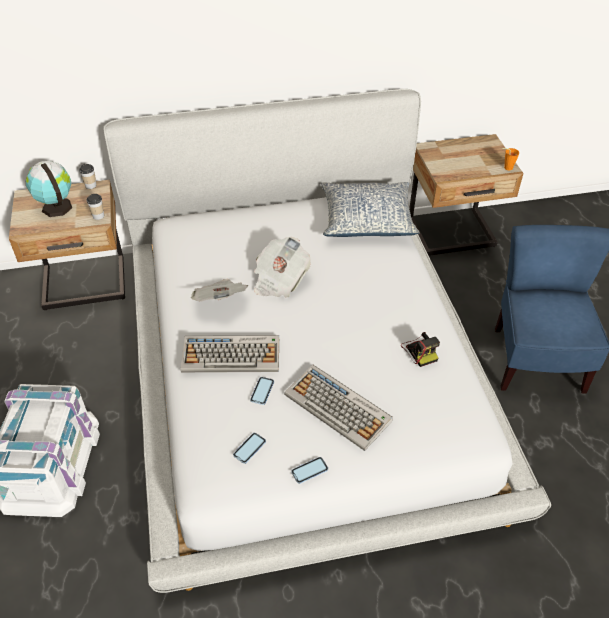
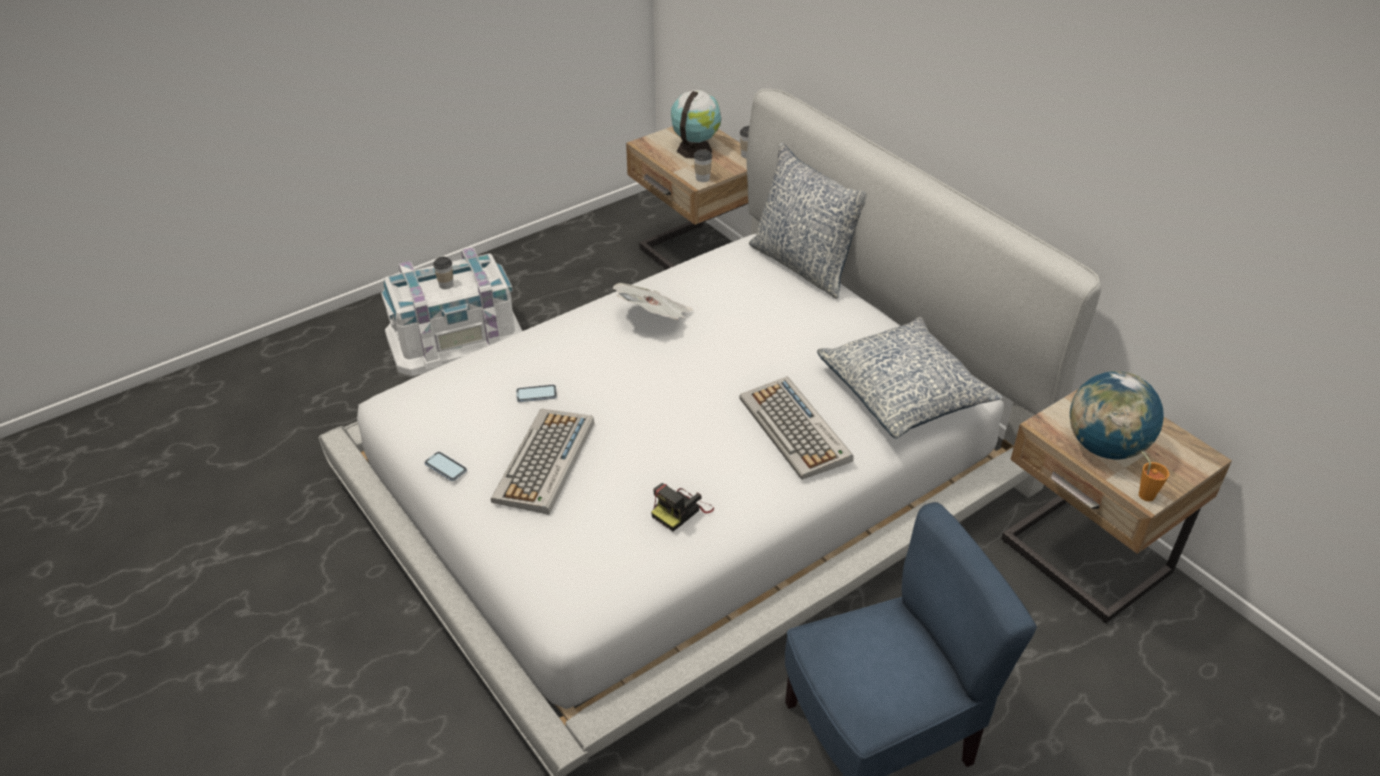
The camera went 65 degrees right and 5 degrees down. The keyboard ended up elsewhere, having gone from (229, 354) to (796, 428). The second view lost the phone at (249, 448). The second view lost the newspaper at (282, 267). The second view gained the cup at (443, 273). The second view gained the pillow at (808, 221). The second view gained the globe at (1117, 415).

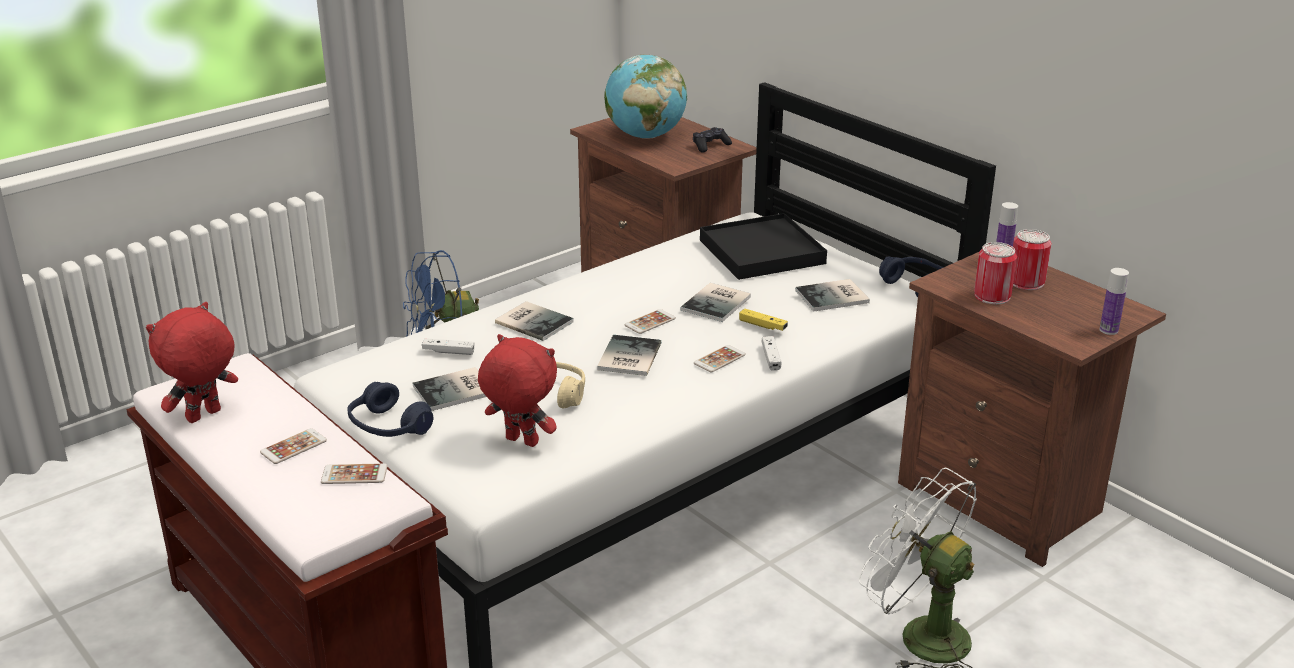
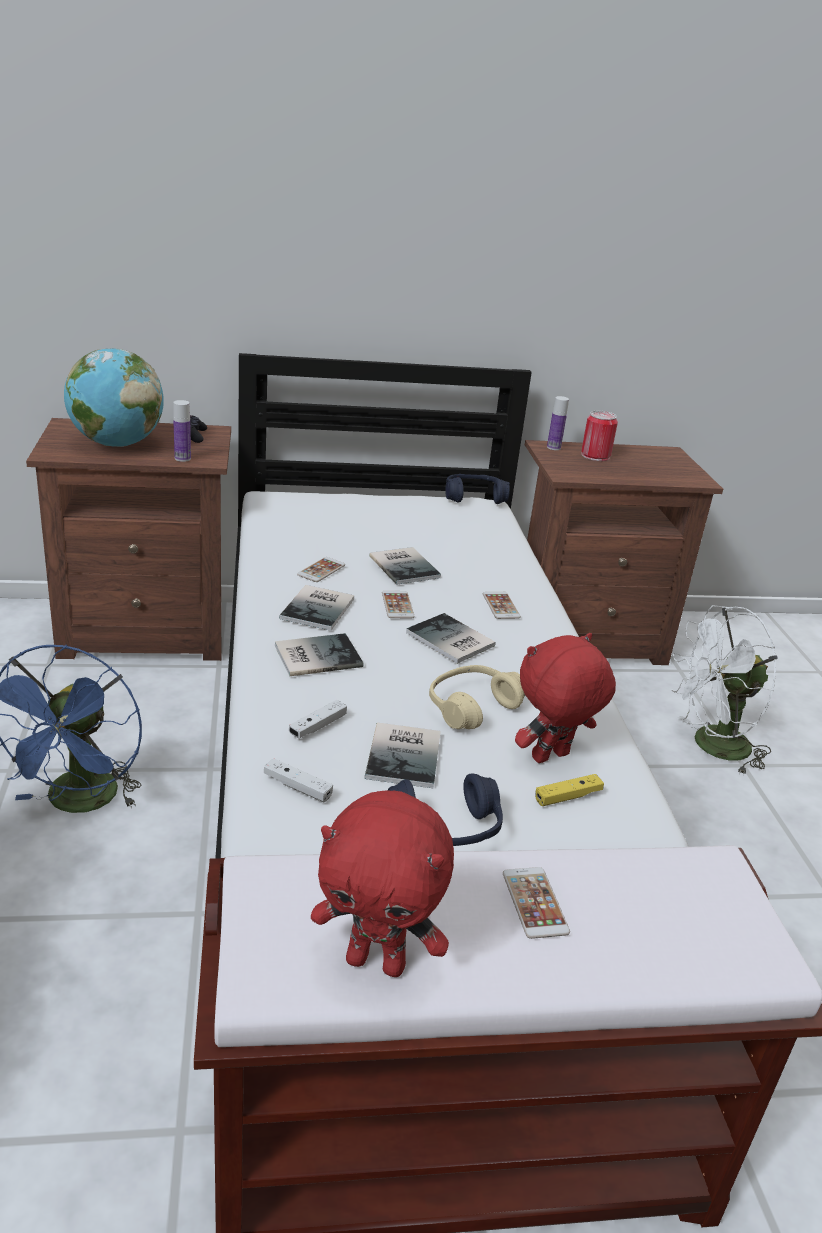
The camera went 60 degrees left and 0 degrees up. The red plush toy at (192, 362) ended up facing another way, 60 degrees counterclockwise from before. The phone ended up elsewhere, having gone from (354, 473) to (321, 569). The second view lost the black tray at (763, 246). The yellow game controller ended up elsewhere, having gone from (763, 320) to (569, 790). The white game controller ended up elsewhere, having gone from (771, 353) to (298, 780). The book ended up elsewhere, having gone from (832, 295) to (316, 608). The second view lost the can at (995, 273). The bottle ended up elsewhere, having gone from (1114, 301) to (182, 431).

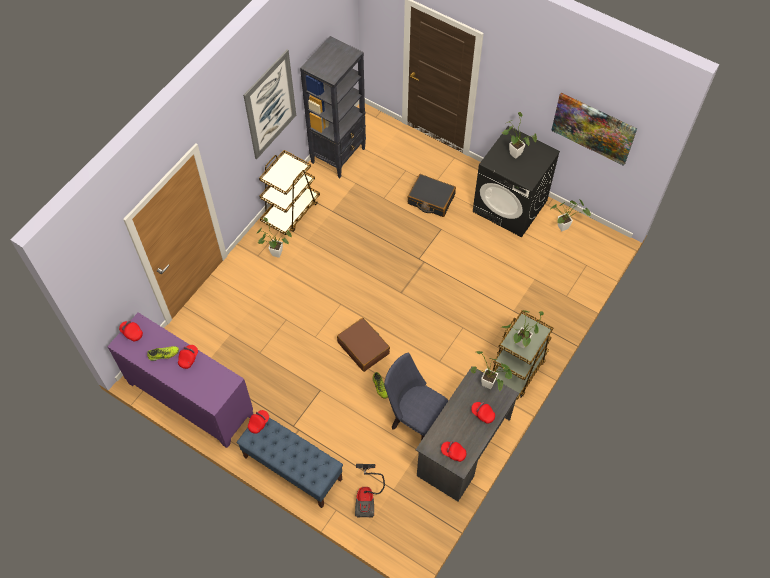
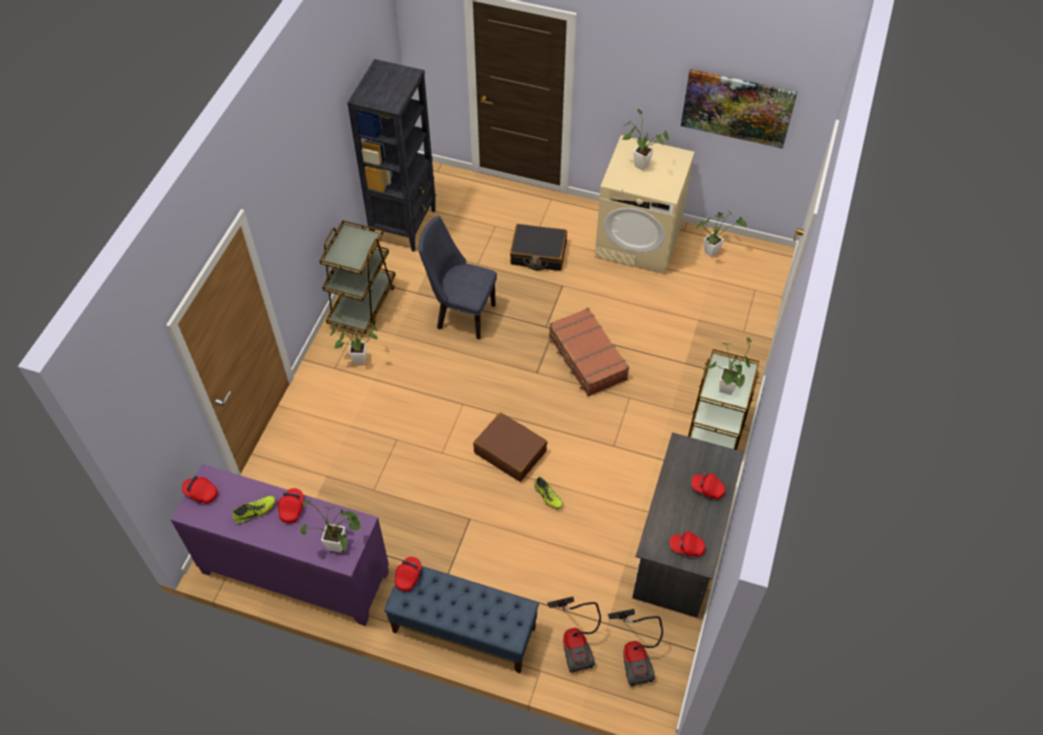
The camera went 15 degrees left and 5 degrees down. The second view lost the picture at (269, 104). The blue chair ended up elsewhere, having gone from (416, 396) to (458, 277). The potted plant ended up elsewhere, having gone from (491, 371) to (330, 526). What was the black washing machine at (516, 181) turned into the beige washing machine at (645, 204). The second view gained the brown suitcase at (589, 352). The second view gained the vacuum cleaner at (635, 647).

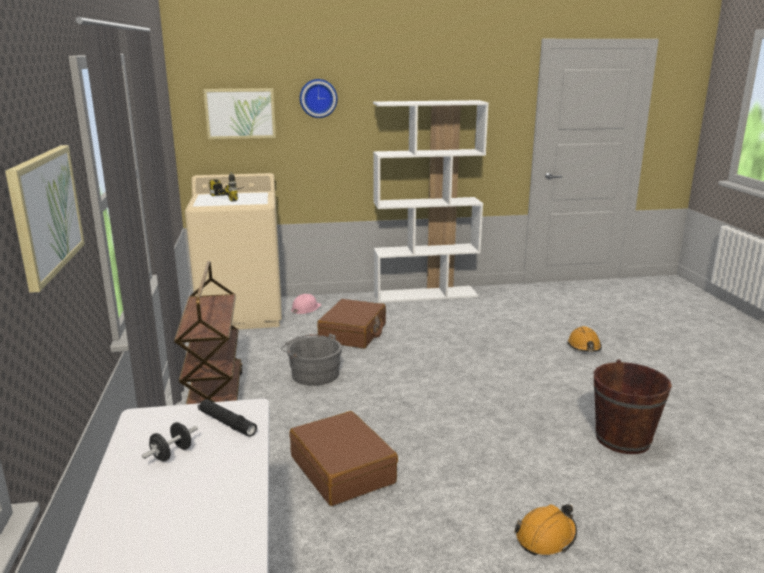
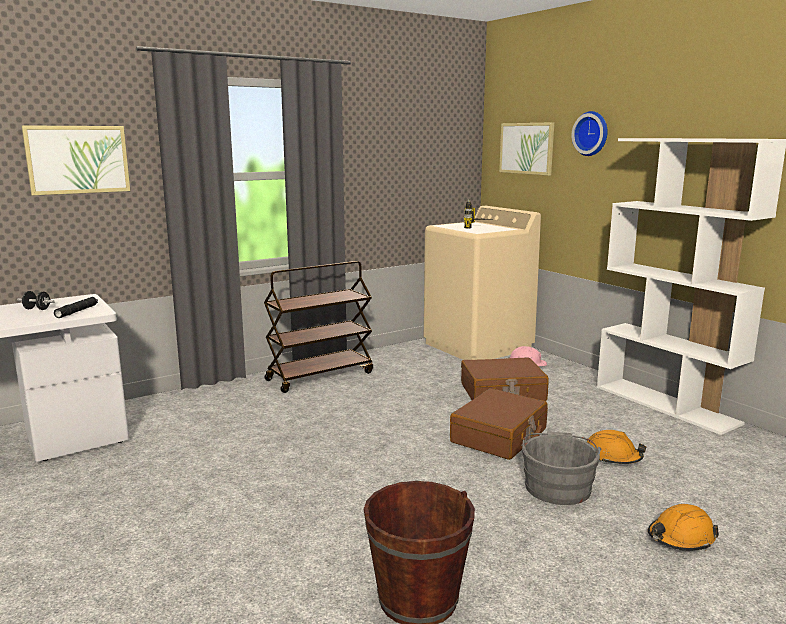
The camera went 65 degrees right and 5 degrees down. The grey bucket ended up elsewhere, having gone from (311, 360) to (561, 468). The brown suitcase ended up elsewhere, having gone from (343, 458) to (499, 424). The orange hard hat ended up elsewhere, having gone from (546, 529) to (616, 447).

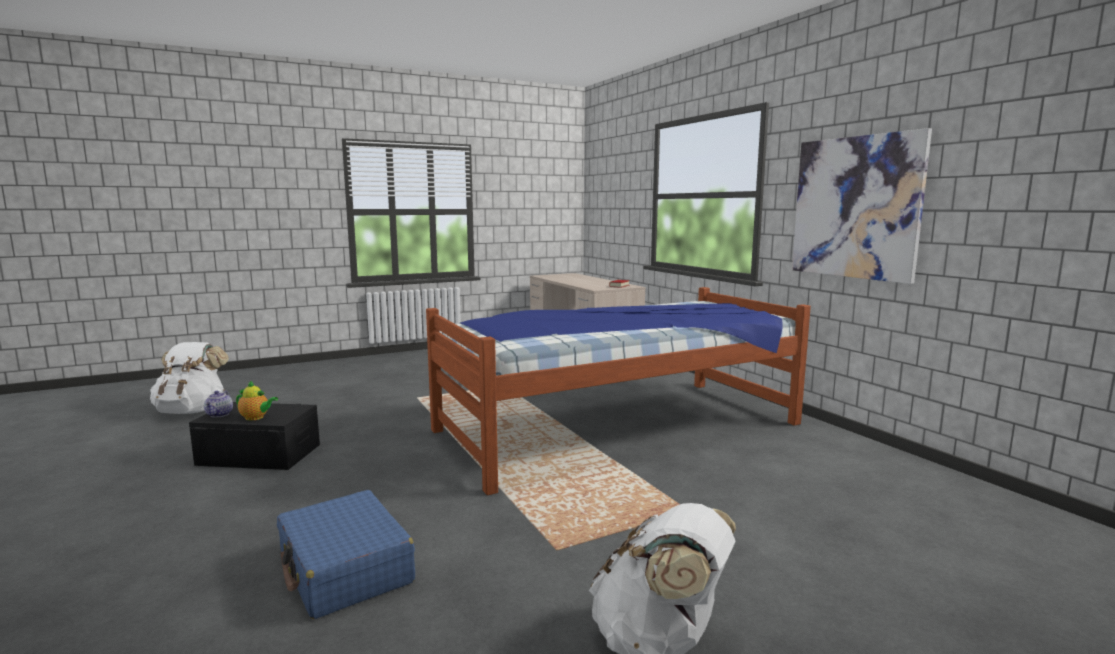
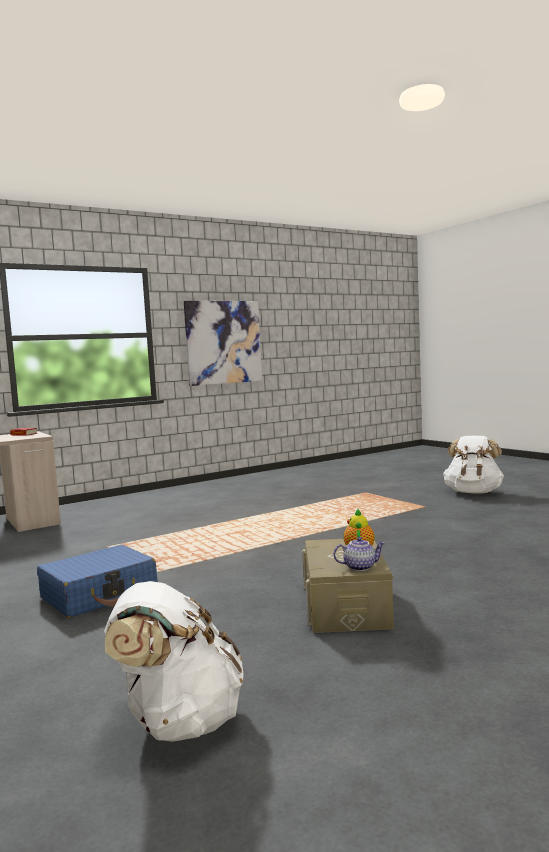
The camera went 95 degrees left and 5 degrees down. What was the black storage box at (254, 436) turned into the beige storage box at (348, 586). The blue suitcase ended up elsewhere, having gone from (346, 554) to (97, 581). The second view lost the bed at (618, 391).

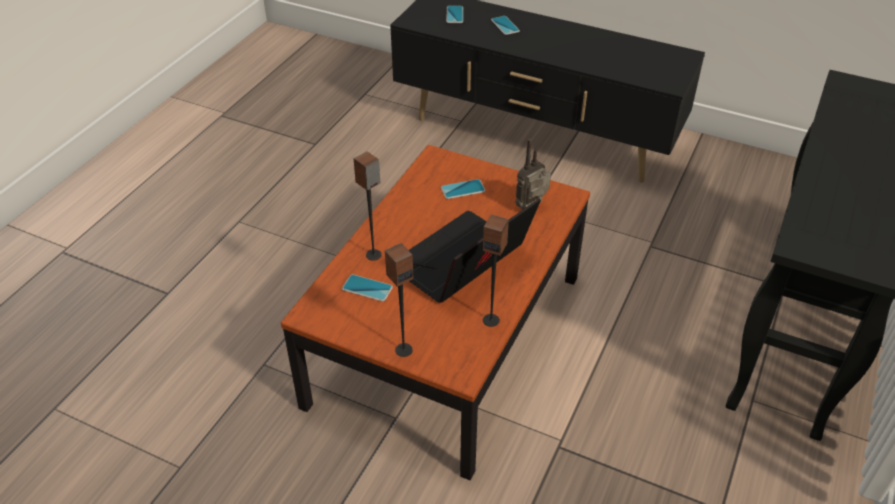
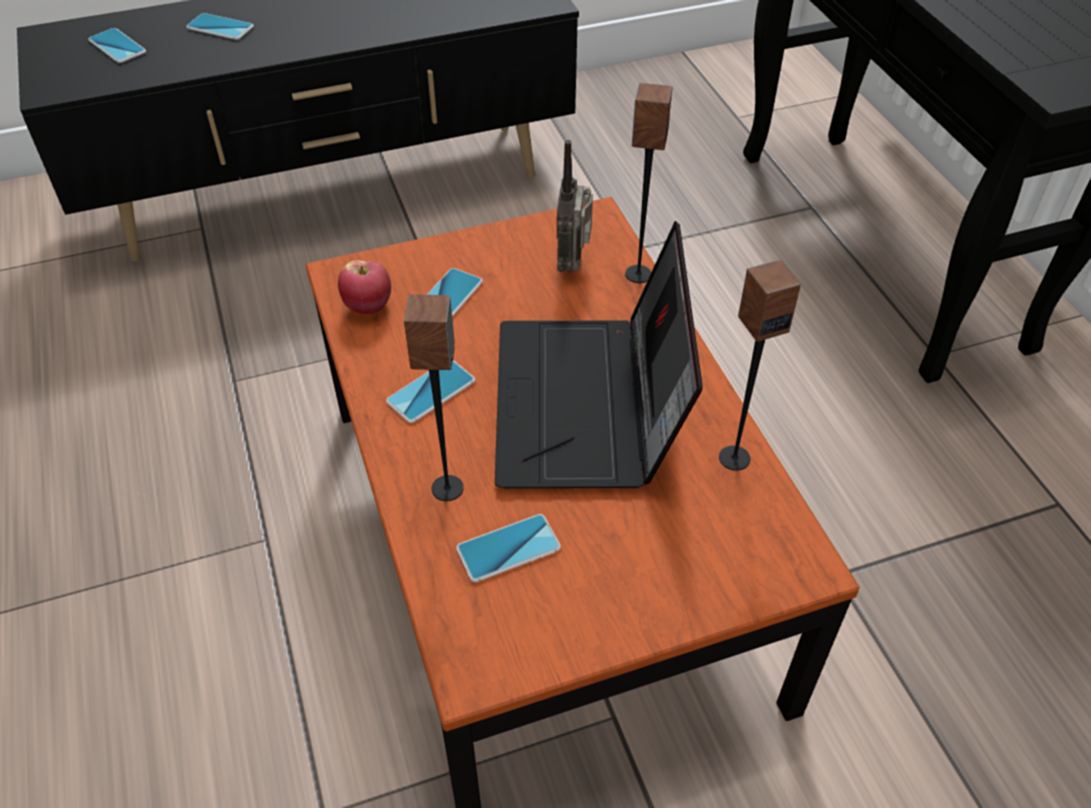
The camera went 45 degrees left and 5 degrees up. The speaker ended up elsewhere, having gone from (399, 300) to (648, 183). The second view gained the apple at (364, 287). The second view gained the phone at (430, 391).

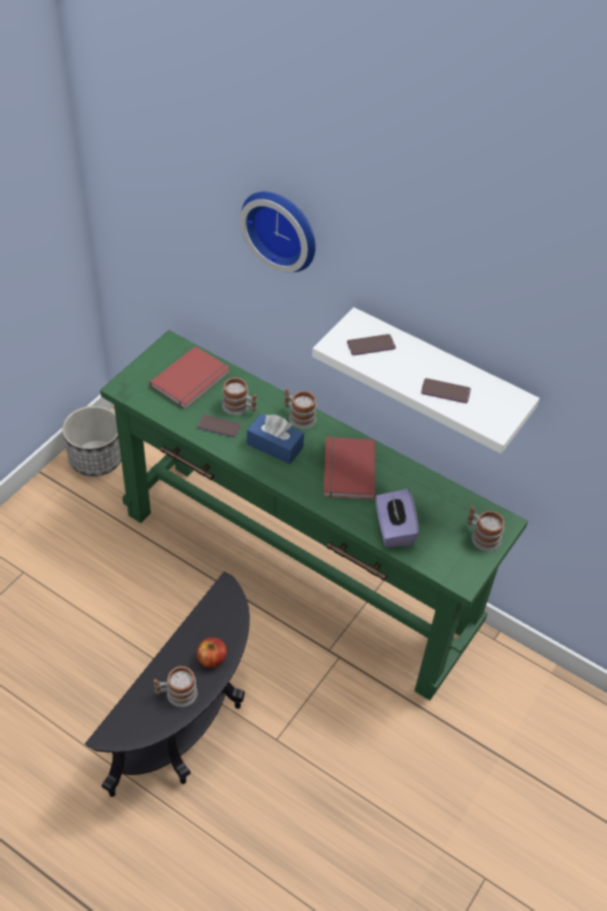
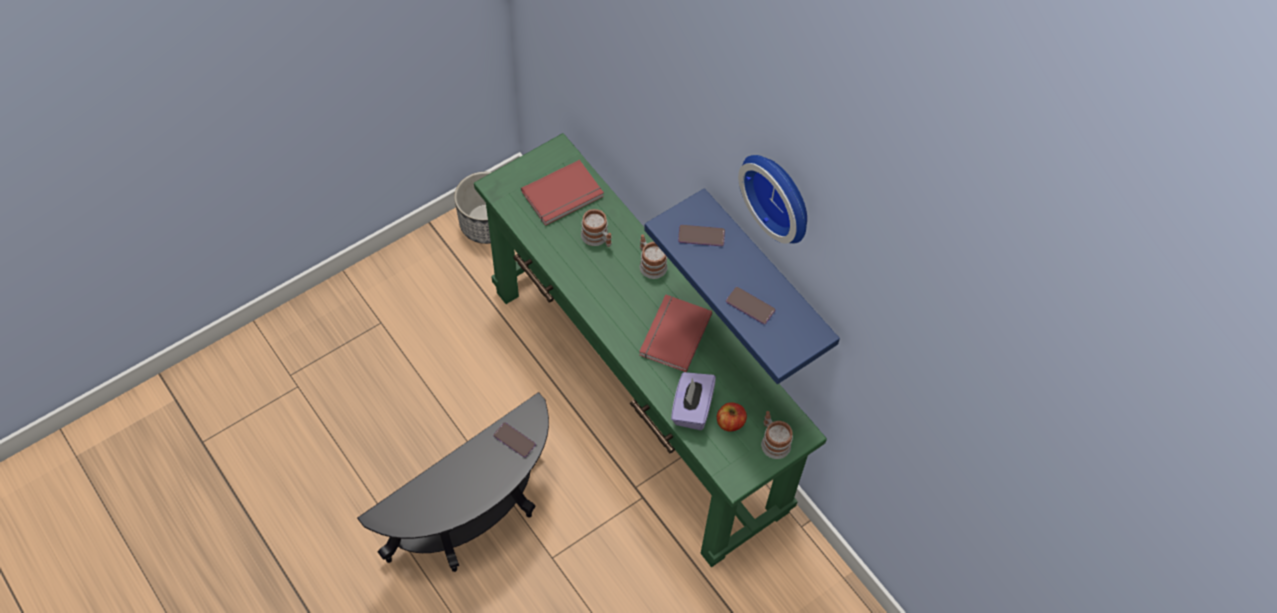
The camera went 20 degrees right and 10 degrees up. The second view lost the mug at (176, 686). The phone ended up elsewhere, having gone from (219, 426) to (514, 439). The apple ended up elsewhere, having gone from (212, 653) to (732, 417). The wall clock ended up elsewhere, having gone from (278, 232) to (772, 199). The second view lost the blue tissue box at (275, 439). What was the white shelf at (426, 380) turned into the blue shelf at (742, 286).

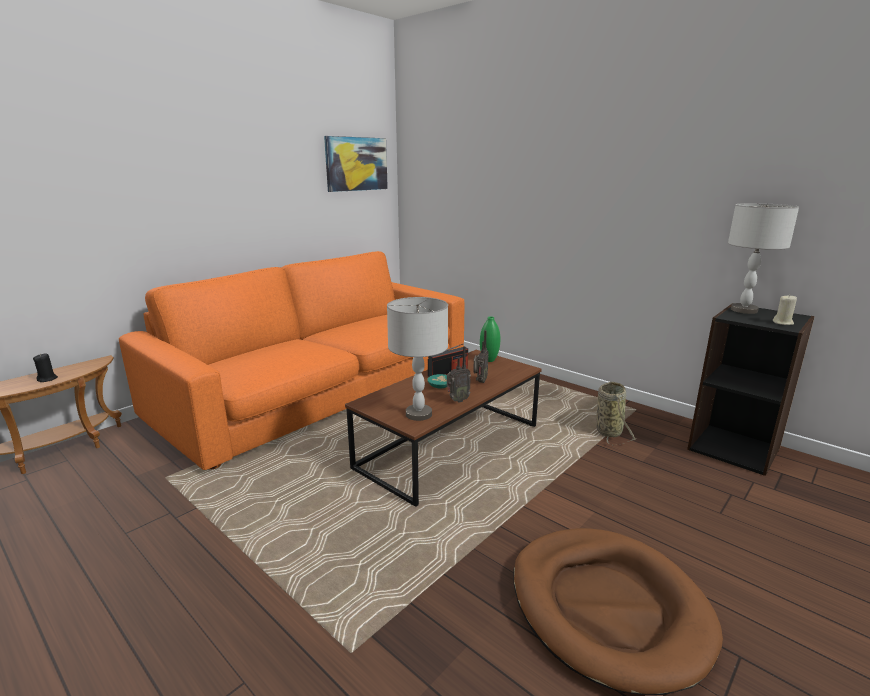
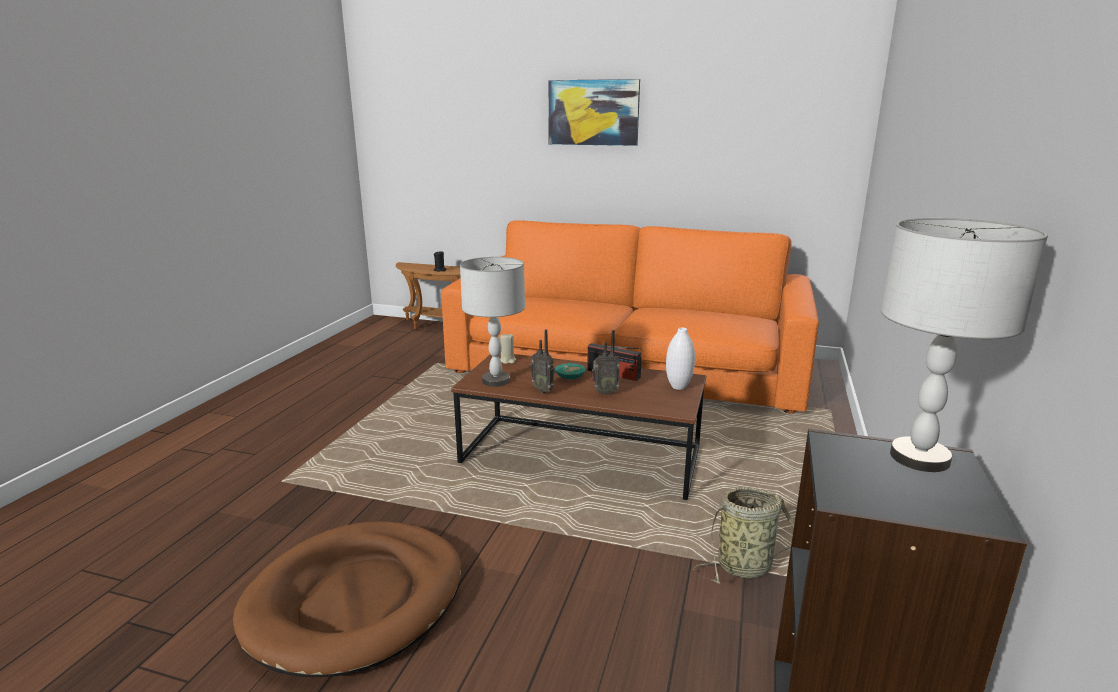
The camera went 65 degrees right and 0 degrees up. The picture ended up elsewhere, having gone from (356, 164) to (594, 112). What was the green vase at (490, 339) turned into the white vase at (680, 358). The beige candle ended up elsewhere, having gone from (785, 309) to (508, 349).

